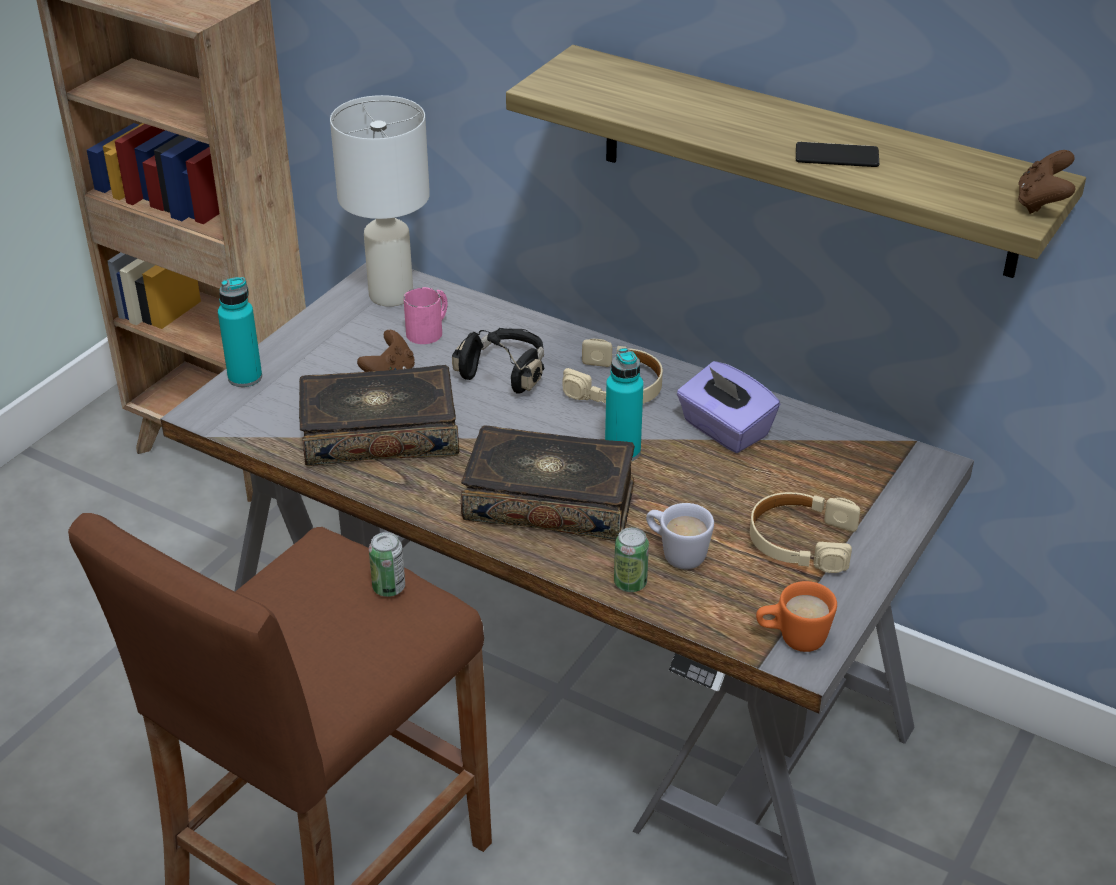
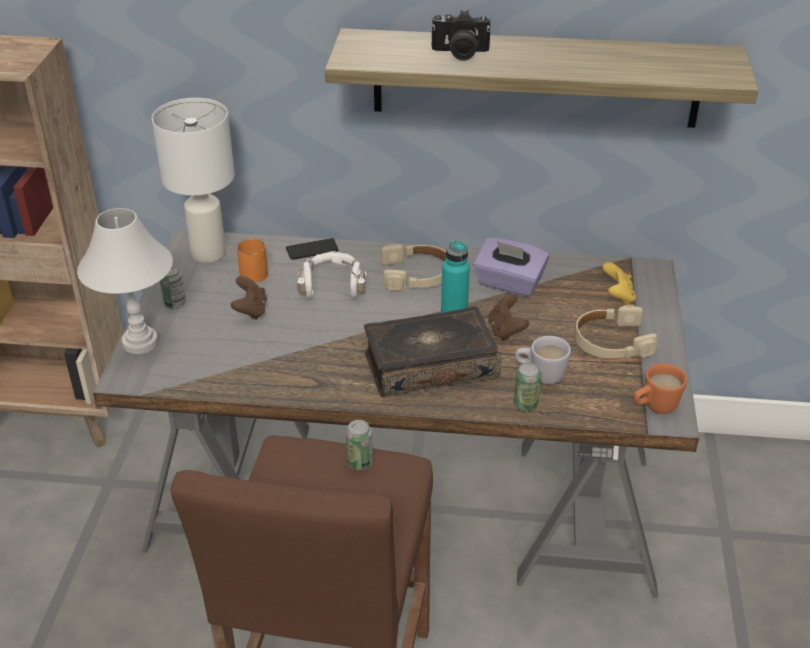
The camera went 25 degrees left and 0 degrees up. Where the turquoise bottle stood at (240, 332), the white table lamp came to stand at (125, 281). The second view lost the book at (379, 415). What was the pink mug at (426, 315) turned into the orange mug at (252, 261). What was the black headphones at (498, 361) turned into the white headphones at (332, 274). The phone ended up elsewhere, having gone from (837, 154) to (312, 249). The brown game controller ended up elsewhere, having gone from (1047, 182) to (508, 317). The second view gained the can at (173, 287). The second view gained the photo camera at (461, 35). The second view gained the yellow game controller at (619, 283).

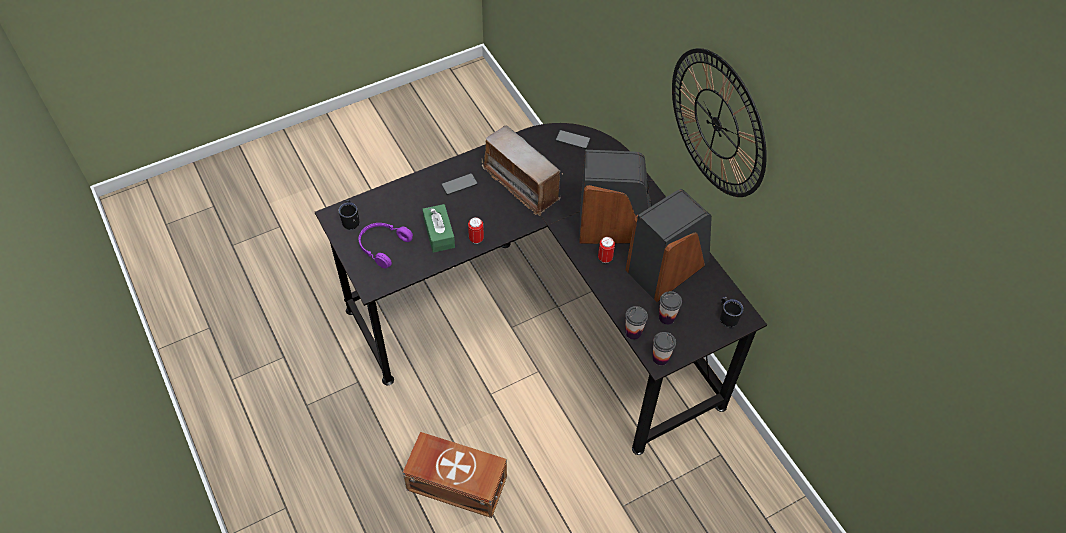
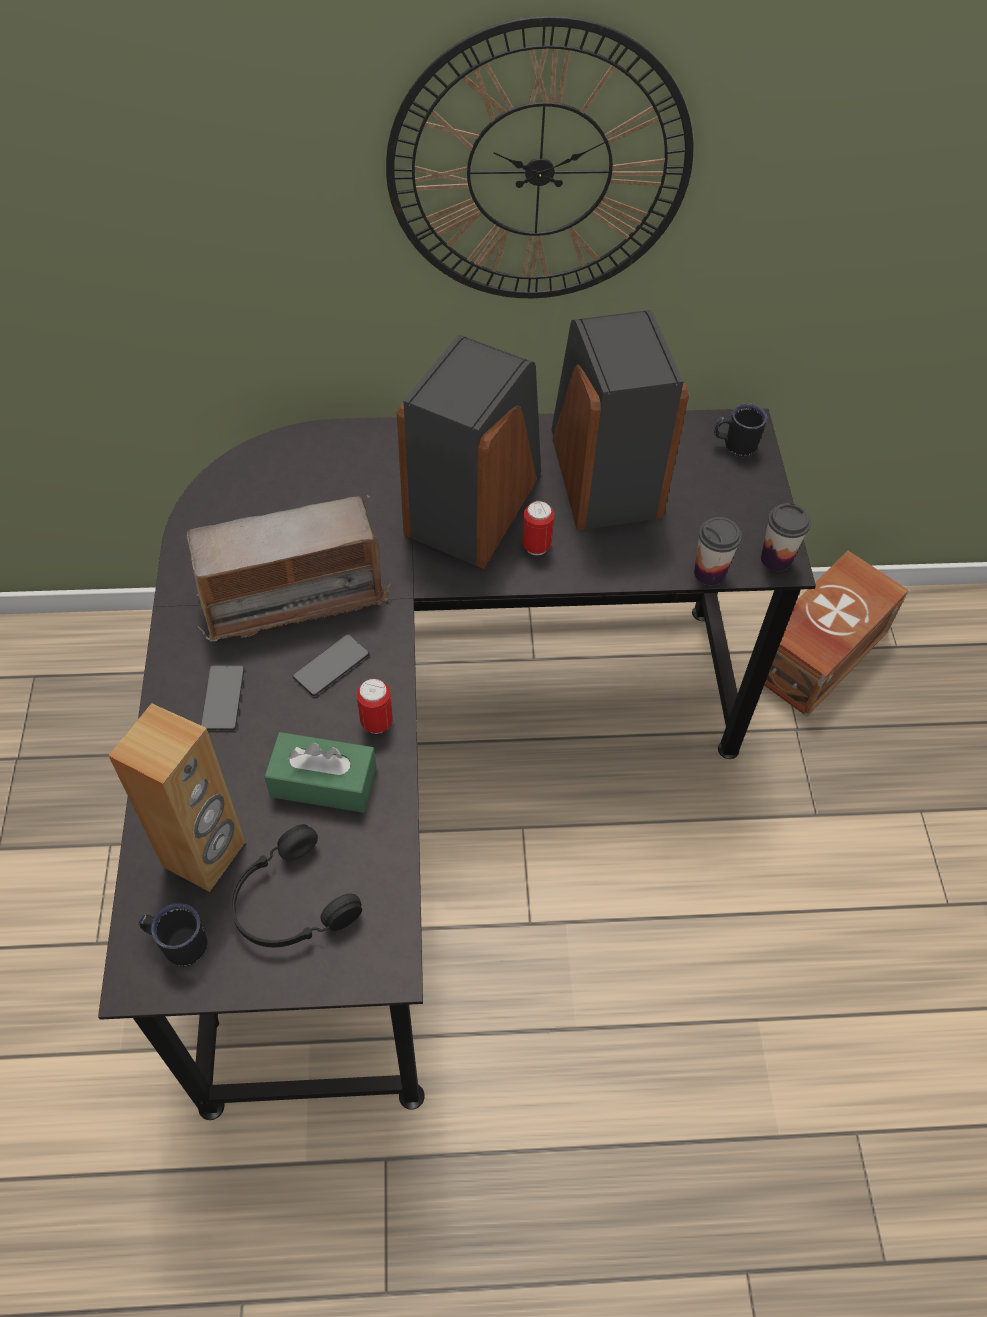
The camera went 65 degrees left and 0 degrees up. What was the purple headphones at (386, 246) turned into the black headphones at (296, 885). The brown storage box ended up elsewhere, having gone from (455, 475) to (836, 633). The phone ended up elsewhere, having gone from (573, 139) to (331, 665). The second view lost the cup at (670, 308). The second view gained the brown speaker at (176, 797).

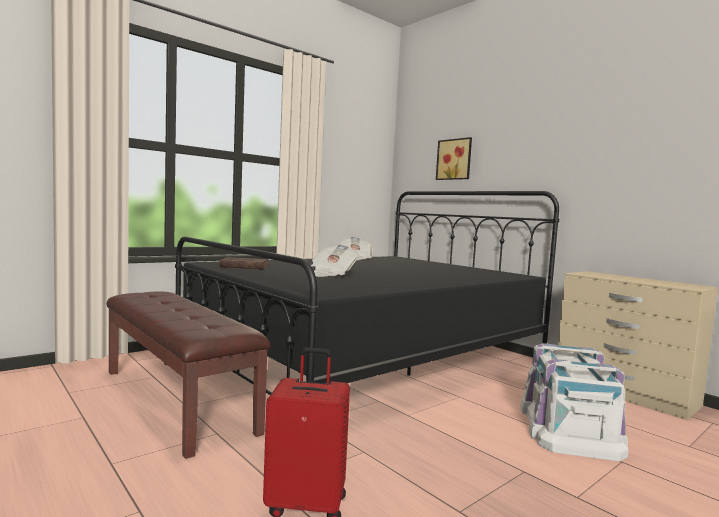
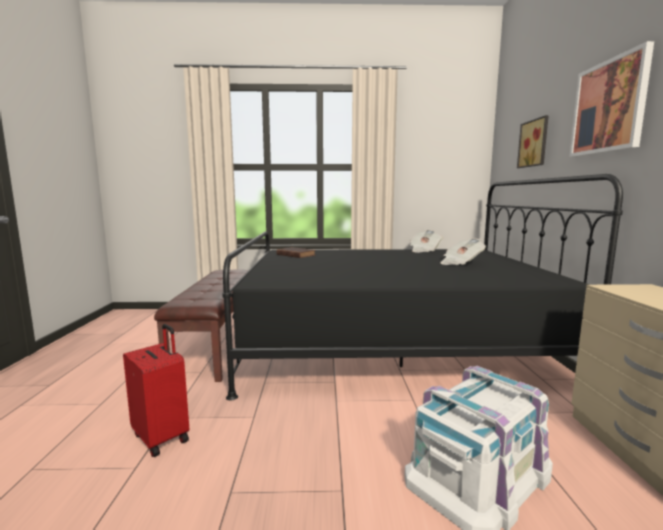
The camera went 40 degrees right and 5 degrees up. The newspaper ended up elsewhere, having gone from (335, 261) to (463, 251). The second view gained the picture at (611, 99).

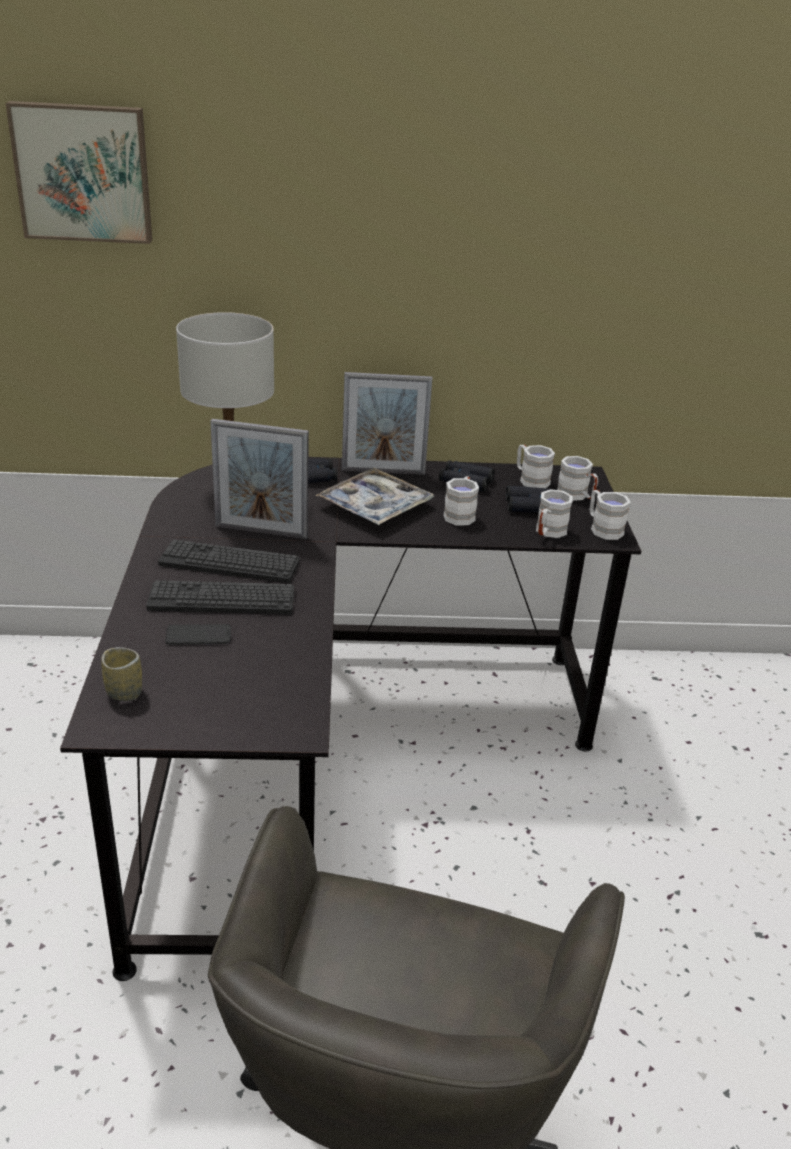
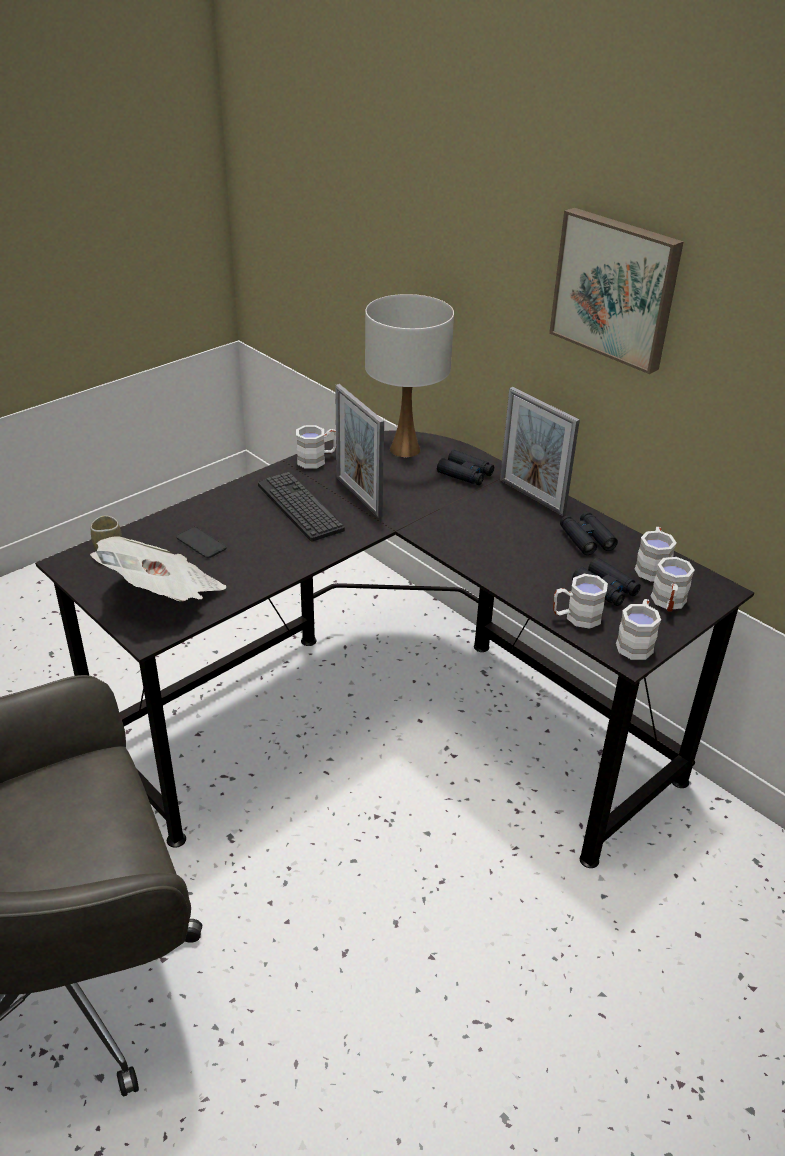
The camera went 50 degrees right and 5 degrees up. The picture ended up elsewhere, having gone from (79, 172) to (616, 291). The second view lost the keyboard at (220, 597). The second view lost the tray at (374, 496). The white mug ended up elsewhere, having gone from (461, 501) to (316, 447). The second view gained the newspaper at (158, 568).

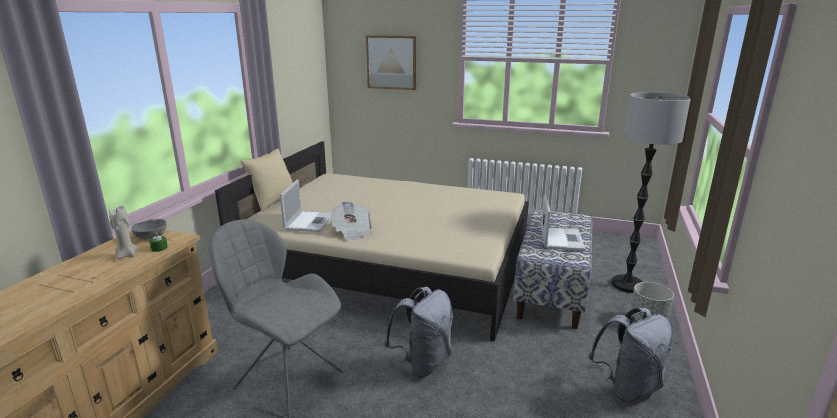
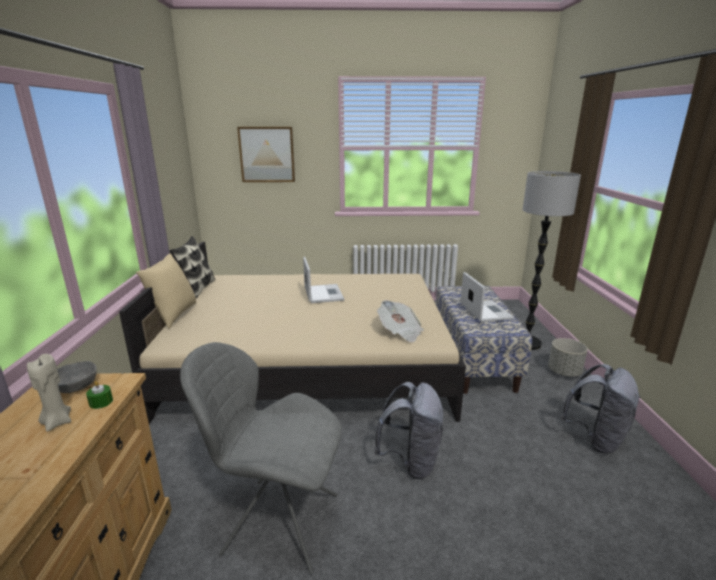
The camera went 20 degrees left and 0 degrees up. The laptop ended up elsewhere, having gone from (306, 205) to (323, 280). The newspaper ended up elsewhere, having gone from (351, 221) to (400, 321). The second view gained the pillow at (192, 267).

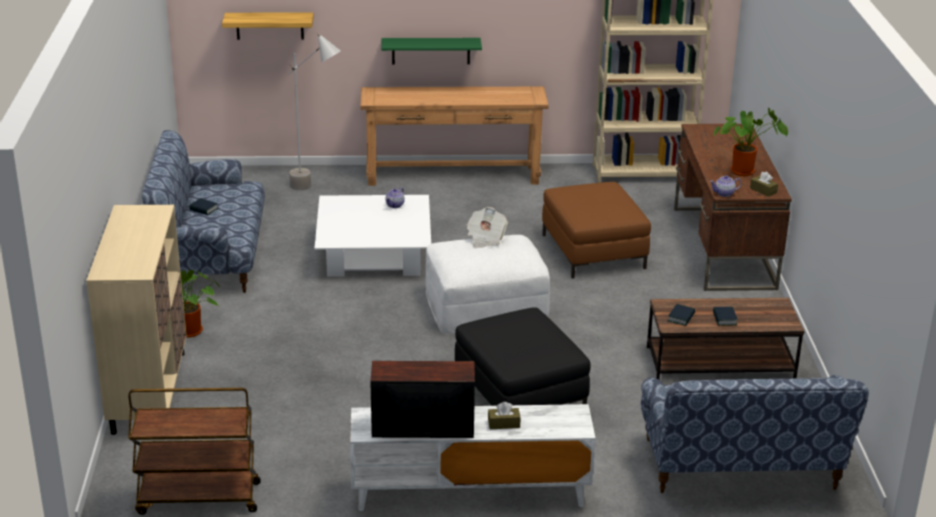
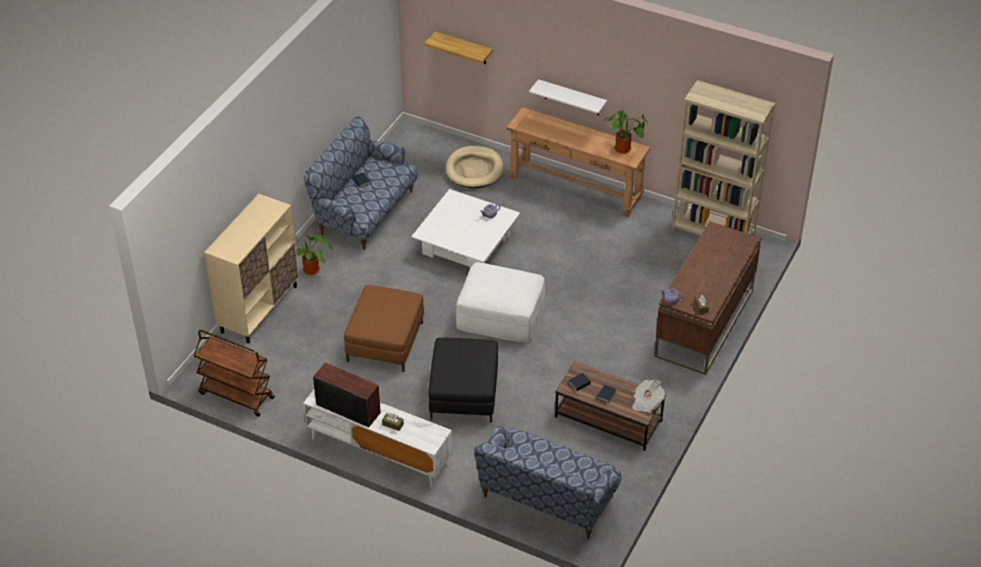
The camera went 30 degrees right and 15 degrees up. Where the grey floor lamp stood at (314, 111), the beige dog bed came to stand at (474, 167). What was the green shelf at (431, 51) turned into the white shelf at (568, 97). The newspaper ended up elsewhere, having gone from (487, 227) to (648, 396). The brown ottoman ended up elsewhere, having gone from (596, 230) to (384, 328). The potted plant ended up elsewhere, having gone from (751, 142) to (626, 132).

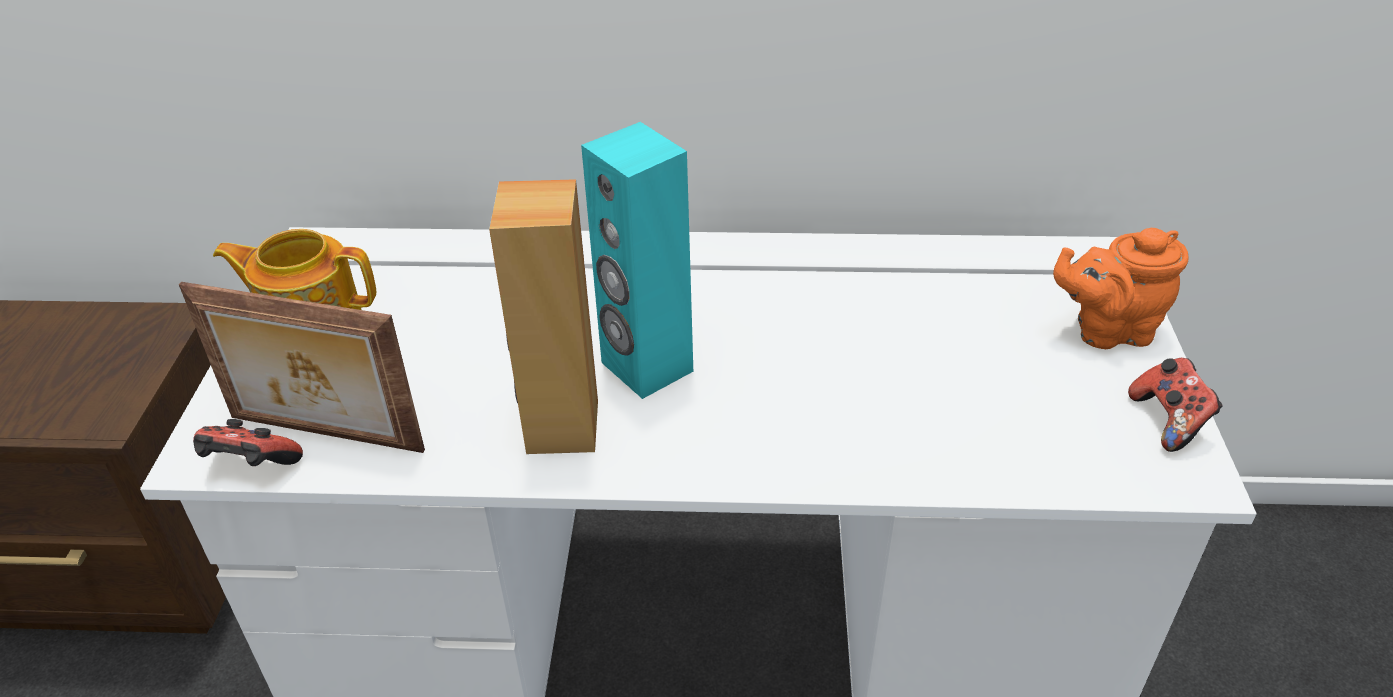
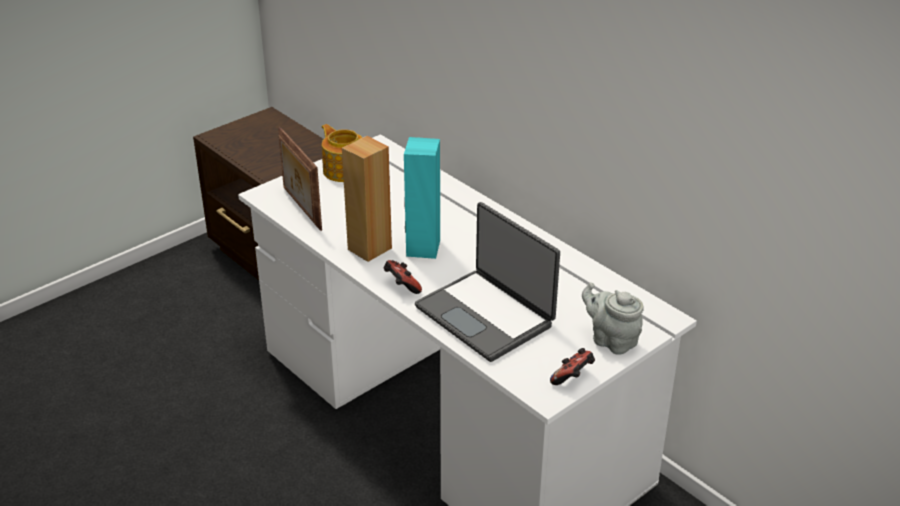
The camera went 45 degrees right and 5 degrees down. The game controller ended up elsewhere, having gone from (248, 442) to (403, 277). What was the orange teapot at (1121, 288) turned into the grey teapot at (613, 318). The second view gained the laptop at (487, 282).

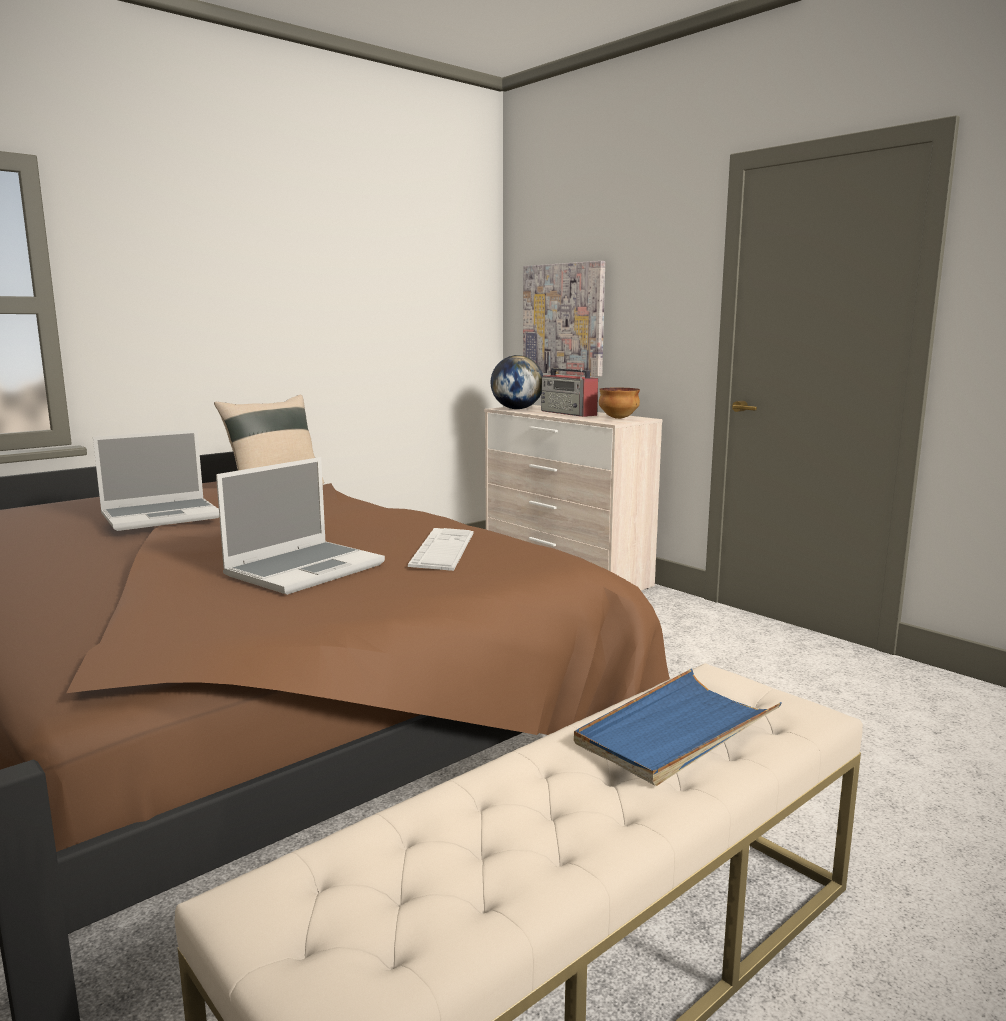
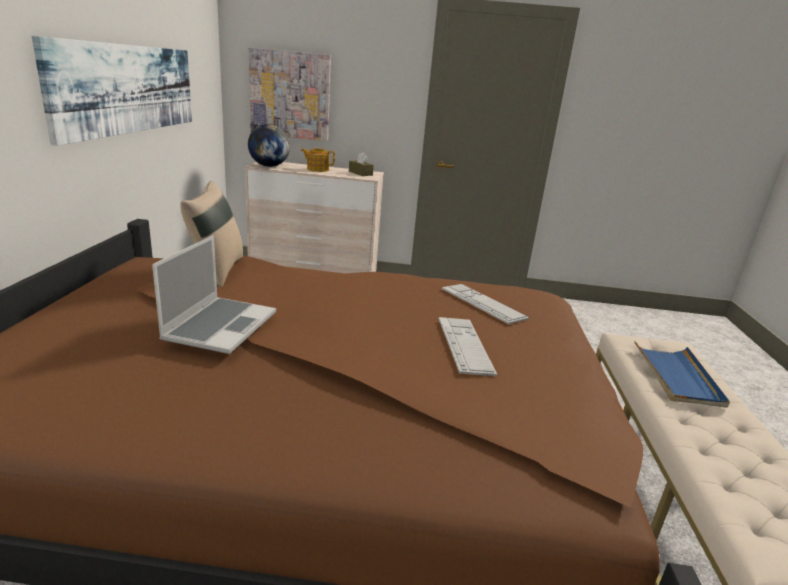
The camera went 45 degrees left and 10 degrees up. Where the laptop stood at (300, 526), the keyboard came to stand at (468, 346). Where the radio stood at (569, 392), the teapot came to stand at (318, 160). Where the bowl stood at (619, 403), the brown tissue box came to stand at (361, 164). The second view gained the picture at (112, 91).

